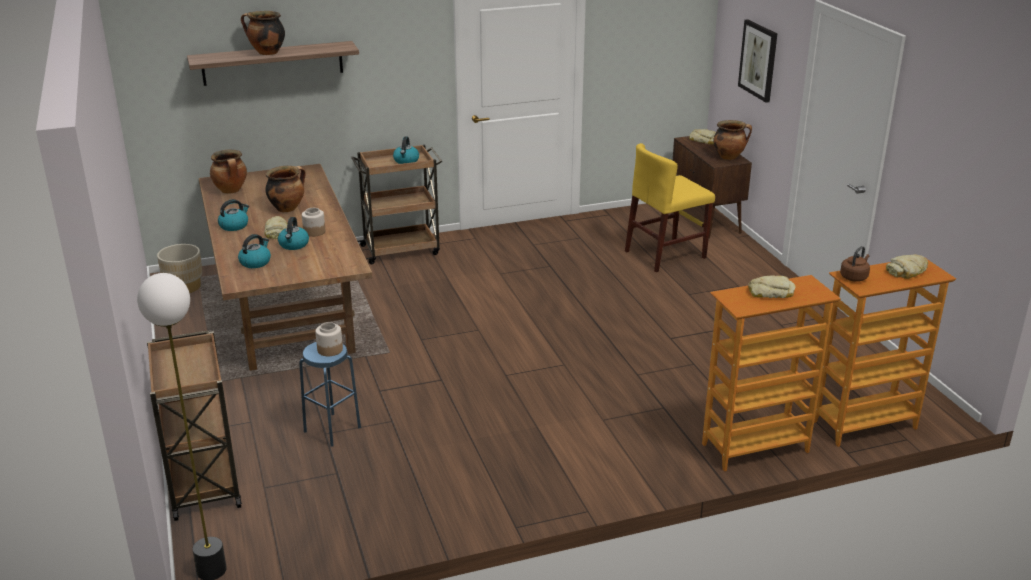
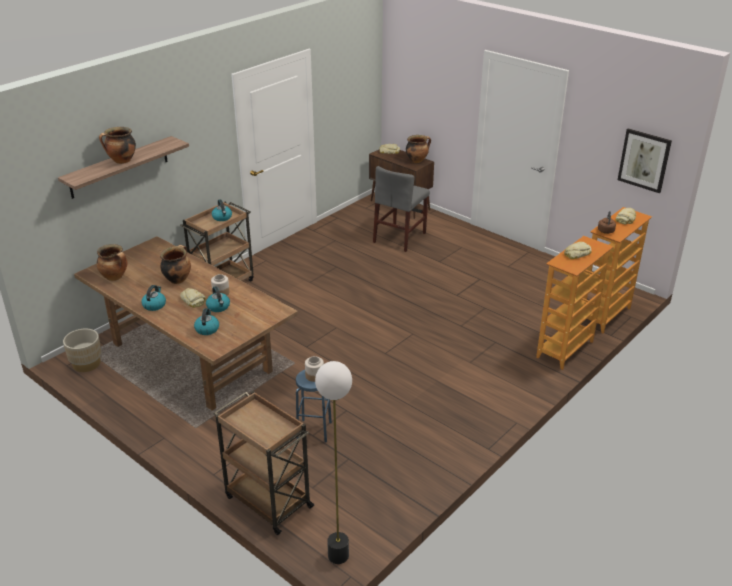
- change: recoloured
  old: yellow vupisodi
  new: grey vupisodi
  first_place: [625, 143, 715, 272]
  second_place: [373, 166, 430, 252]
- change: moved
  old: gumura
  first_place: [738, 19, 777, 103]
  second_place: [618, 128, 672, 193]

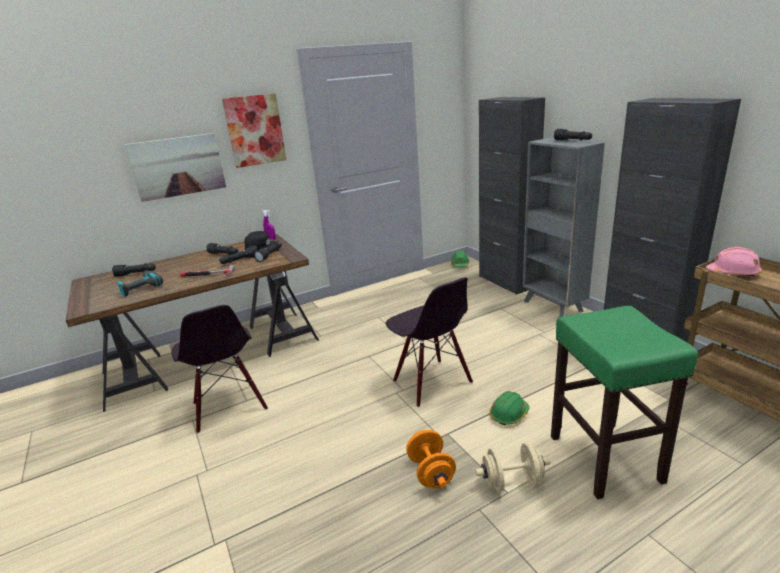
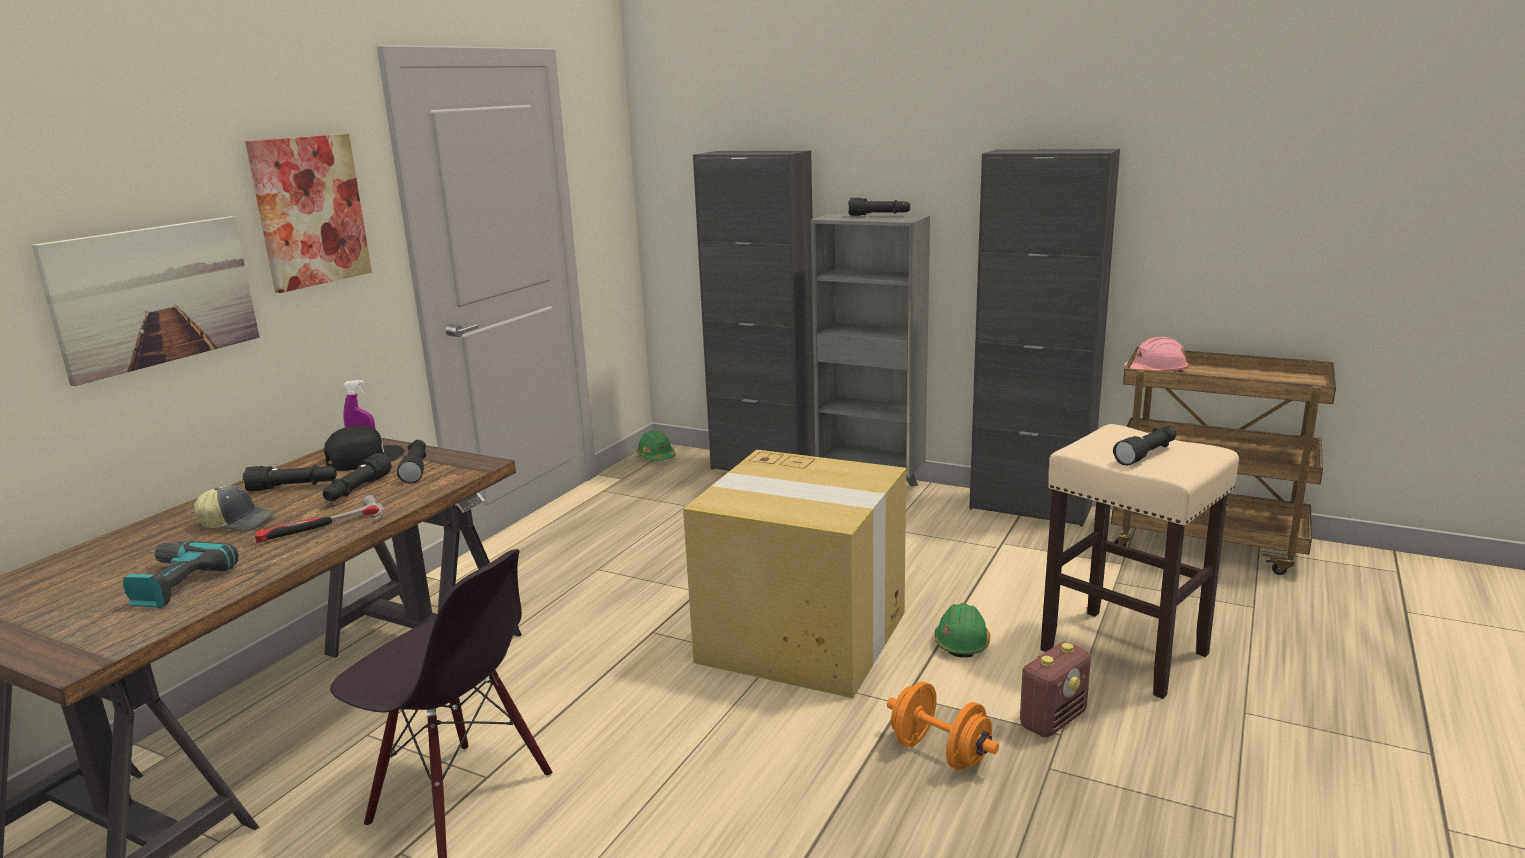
- change: moved
  old: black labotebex
  first_place: [112, 263, 156, 277]
  second_place: [1113, 426, 1177, 465]
- change: replaced
  old: black vupisodi
  new: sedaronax
  first_place: [386, 278, 473, 407]
  second_place: [683, 450, 906, 698]
- change: replaced
  old: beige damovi
  new: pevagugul
  first_place: [475, 443, 550, 492]
  second_place: [1020, 642, 1091, 738]
- change: recoloured
  old: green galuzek
  new: beige galuzek
  first_place: [551, 306, 698, 499]
  second_place: [1040, 424, 1239, 699]
- change: added
  new: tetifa
  second_place: [194, 486, 276, 532]

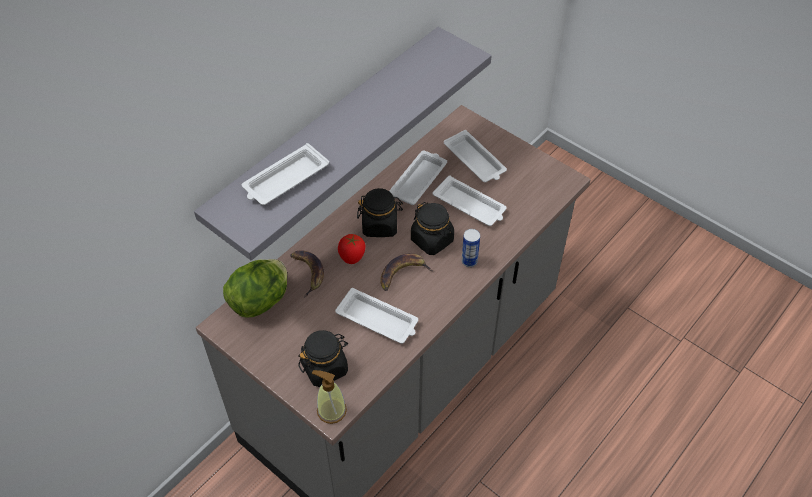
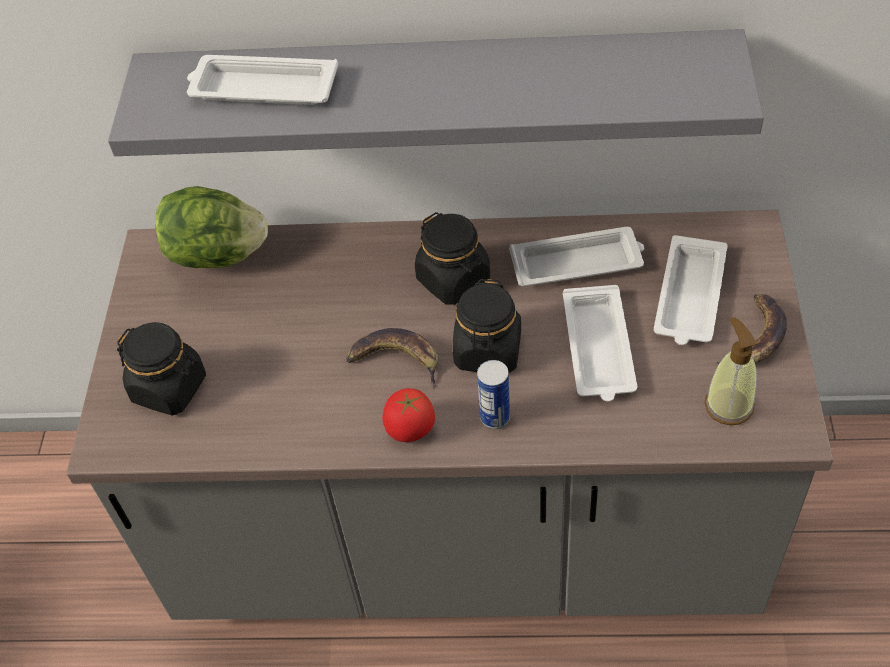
- change: moved
  old: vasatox
  first_place: [290, 250, 324, 298]
  second_place: [717, 294, 787, 364]
- change: moved
  old: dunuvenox
  first_place: [312, 370, 347, 424]
  second_place: [704, 317, 757, 425]
- change: removed
  old: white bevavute
  first_place: [335, 288, 418, 344]
- change: moved
  old: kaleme
  first_place: [338, 234, 365, 264]
  second_place: [382, 388, 435, 442]

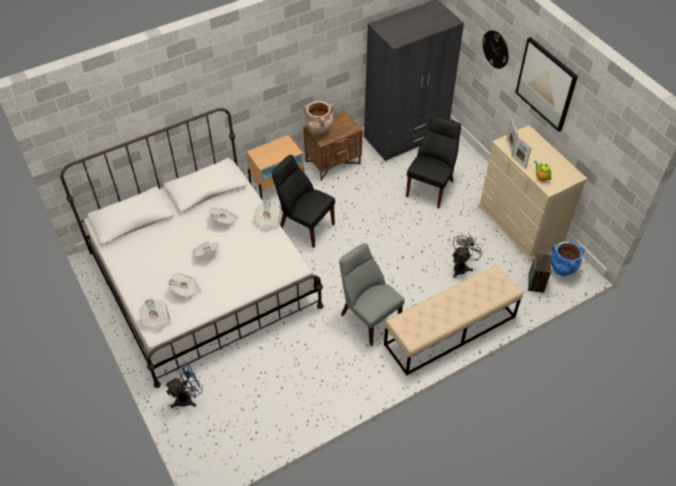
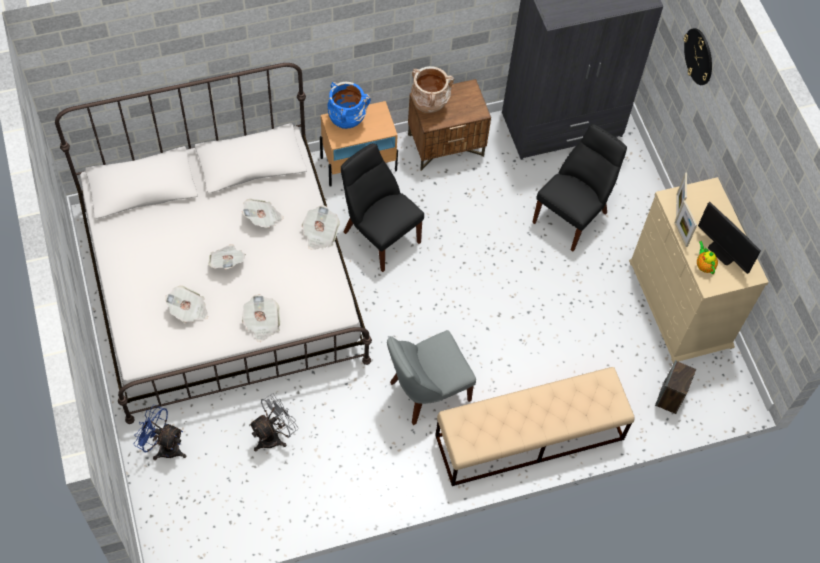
- change: moved
  old: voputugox
  first_place: [139, 298, 171, 334]
  second_place: [242, 294, 280, 342]
- change: turned
  old: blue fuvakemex
  first_place: [165, 362, 203, 408]
  second_place: [134, 405, 186, 460]
  degrees: -135
- change: turned
  old: grey vupisodi
  first_place: [339, 243, 404, 346]
  second_place: [387, 330, 476, 425]
  degrees: -90
- change: moved
  old: grey fuvakemex
  first_place: [452, 232, 484, 278]
  second_place: [249, 393, 298, 452]
- change: removed
  old: gumura
  first_place: [515, 37, 578, 132]
- change: moved
  old: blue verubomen
  first_place: [551, 241, 585, 276]
  second_place: [327, 82, 371, 129]
- change: added
  new: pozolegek
  second_place: [698, 202, 761, 274]

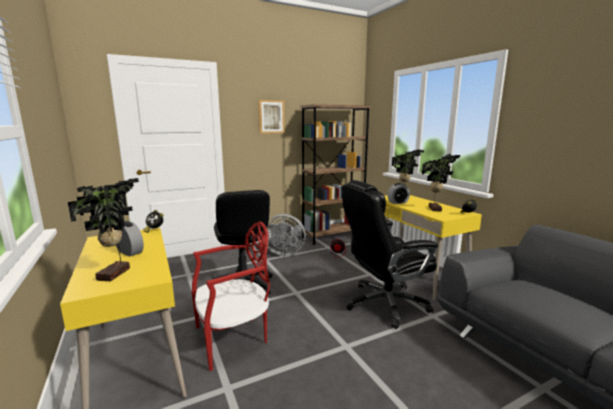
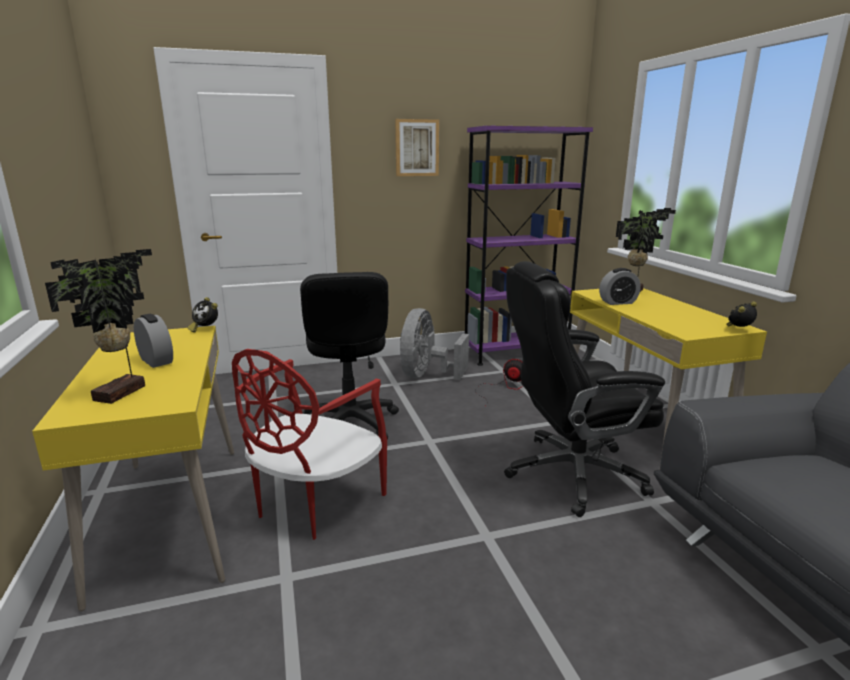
- change: turned
  old: red vupisodi
  first_place: [192, 221, 270, 371]
  second_place: [232, 349, 387, 540]
  degrees: 135
- change: turned
  old: grey fuvakemex
  first_place: [263, 214, 306, 256]
  second_place: [400, 308, 469, 380]
  degrees: 90
- change: recoloured
  old: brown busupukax
  new: purple busupukax
  first_place: [300, 104, 371, 245]
  second_place: [465, 126, 593, 366]
- change: removed
  old: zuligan
  first_place: [422, 154, 460, 211]

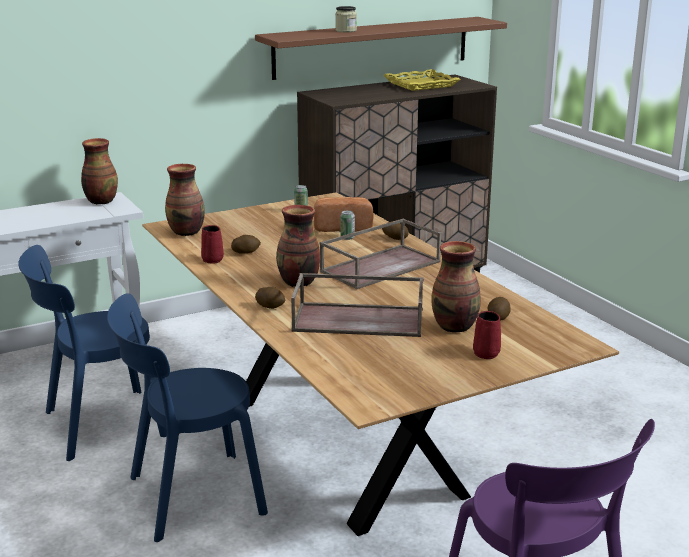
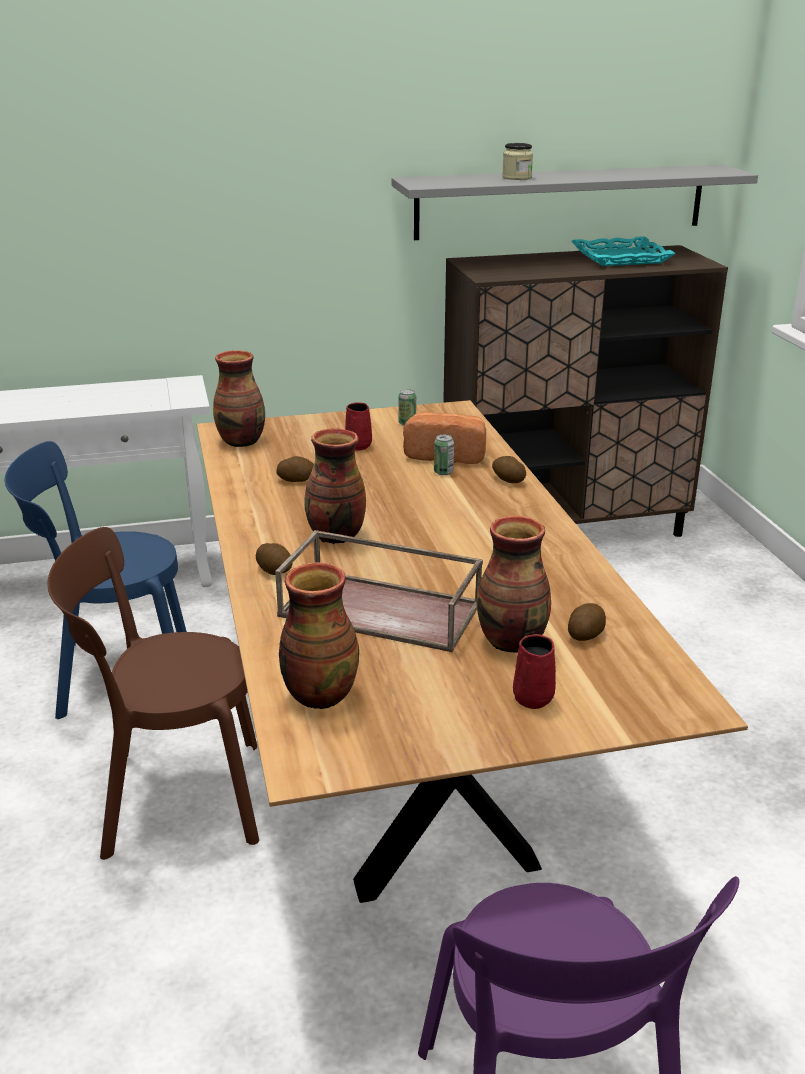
- change: moved
  old: verubomen
  first_place: [81, 138, 118, 205]
  second_place: [279, 562, 359, 709]
- change: recoloured
  old: blue vupisodi
  new: brown vupisodi
  first_place: [107, 293, 268, 542]
  second_place: [47, 527, 259, 860]
- change: moved
  old: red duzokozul
  first_place: [201, 225, 224, 264]
  second_place: [345, 402, 372, 450]
- change: recoloured
  old: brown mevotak
  new: grey mevotak
  first_place: [255, 17, 507, 80]
  second_place: [391, 165, 758, 240]
- change: removed
  old: brown bevavute
  first_place: [320, 219, 441, 289]
- change: recoloured
  old: yellow bevavute
  new: turquoise bevavute
  first_place: [383, 69, 461, 91]
  second_place: [571, 236, 676, 266]

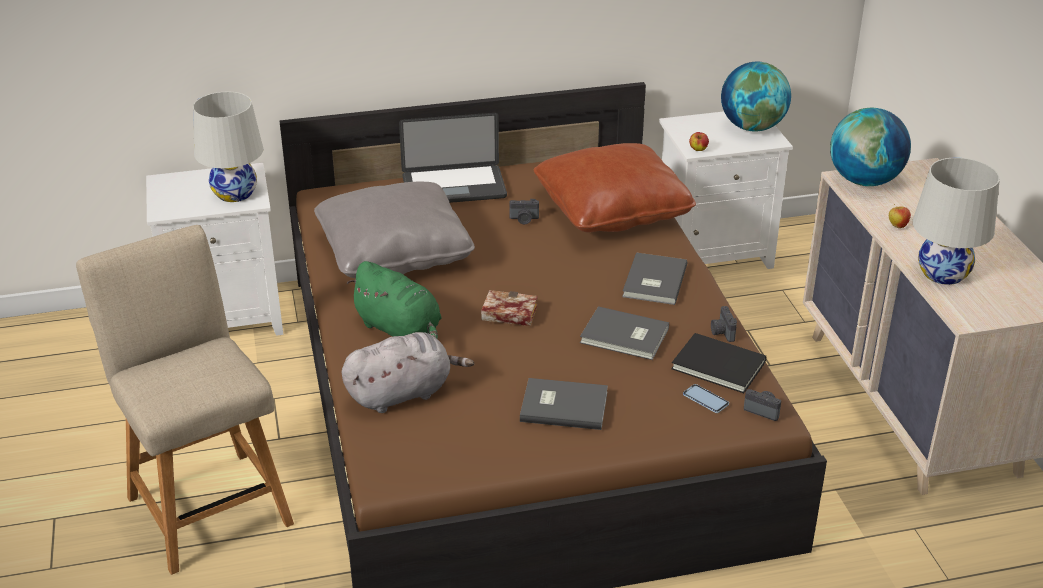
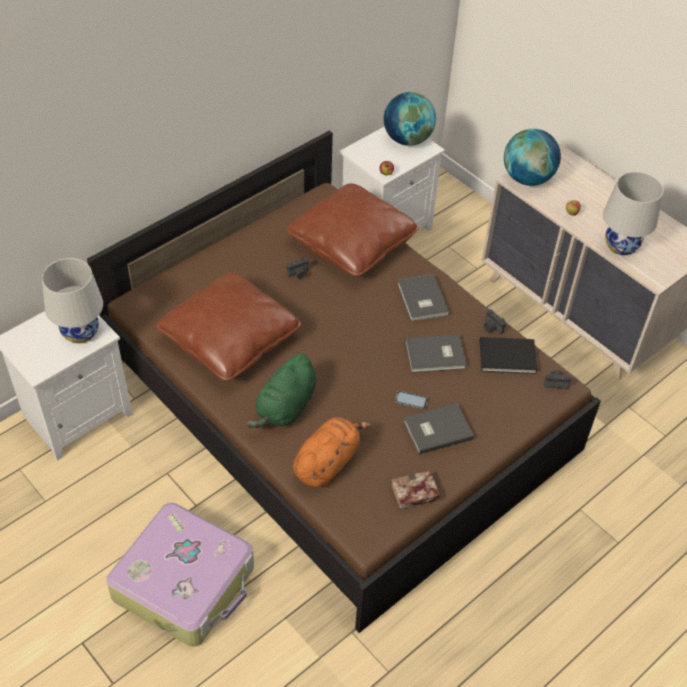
- change: replaced
  old: beige vupisodi
  new: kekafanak
  first_place: [76, 225, 294, 575]
  second_place: [106, 503, 254, 647]
- change: recoloured
  old: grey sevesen
  new: brown sevesen
  first_place: [314, 182, 475, 278]
  second_place: [156, 272, 301, 381]
- change: recoloured
  old: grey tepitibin
  new: orange tepitibin
  first_place: [341, 332, 474, 413]
  second_place: [293, 417, 371, 487]
- change: turned
  old: green tepitibin
  first_place: [347, 261, 442, 339]
  second_place: [246, 353, 316, 428]
  degrees: 105
- change: removed
  old: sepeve
  first_place: [399, 113, 507, 203]
- change: moved
  old: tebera
  first_place: [481, 290, 538, 326]
  second_place: [391, 471, 440, 509]
- change: moved
  old: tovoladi
  first_place: [683, 384, 729, 413]
  second_place: [395, 391, 428, 409]

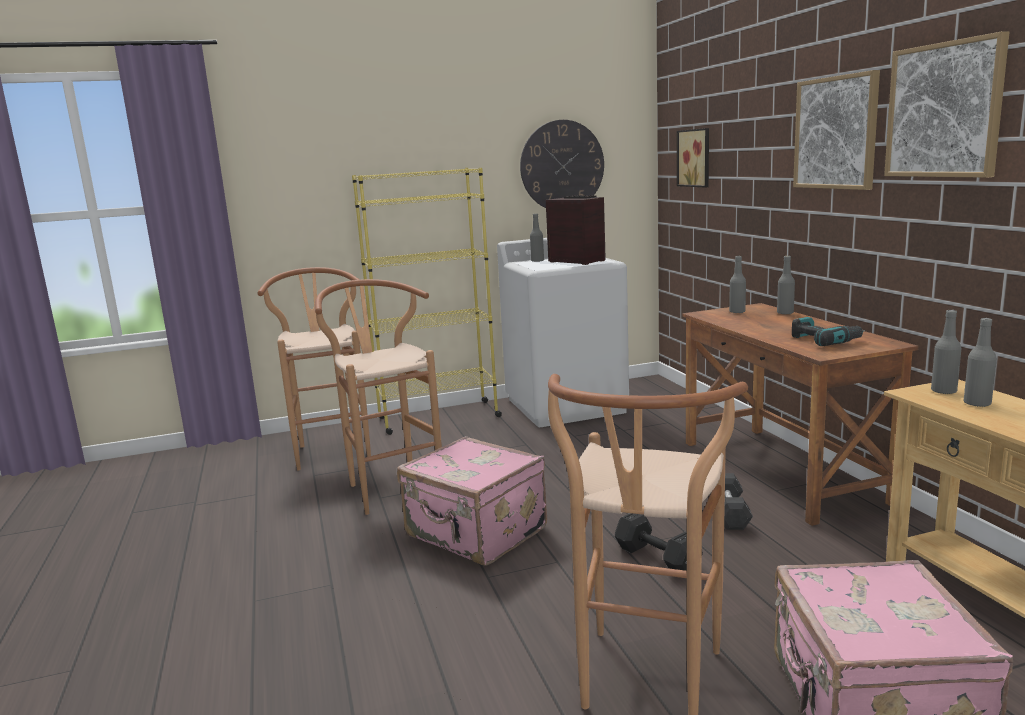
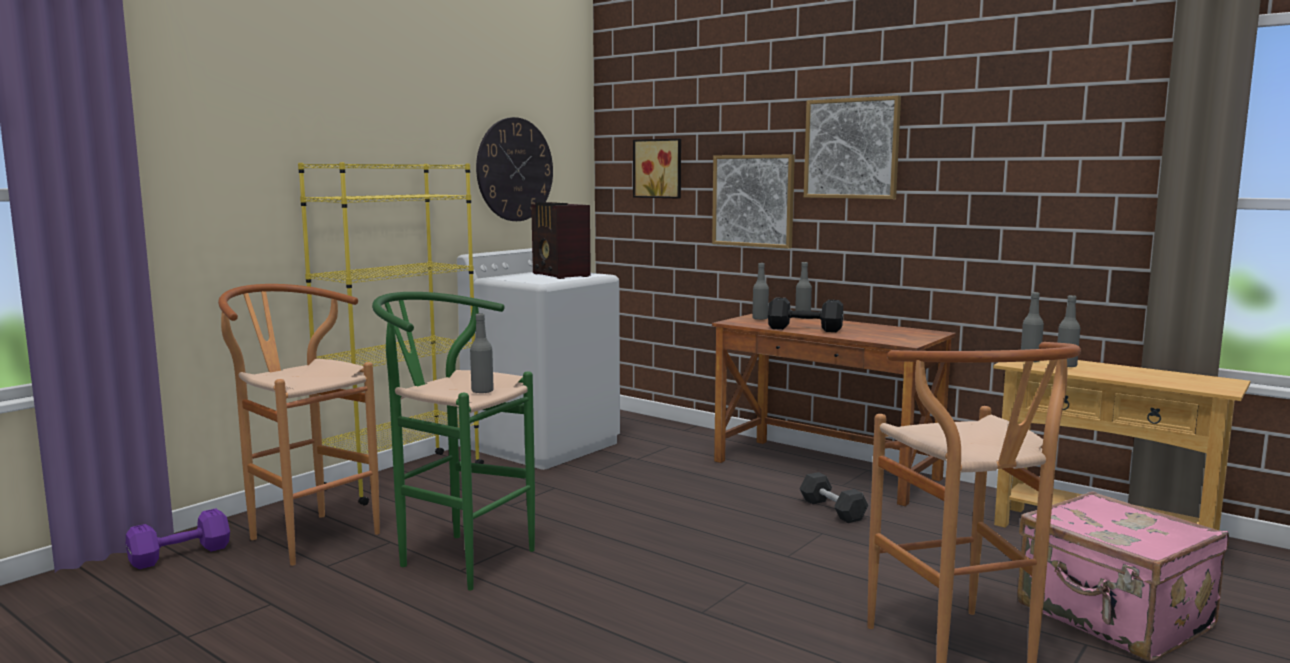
- change: recoloured
  old: brown galuzek
  new: green galuzek
  first_place: [315, 279, 442, 515]
  second_place: [372, 292, 535, 590]
- change: removed
  old: pink kekafanak
  first_place: [397, 436, 547, 566]
- change: moved
  old: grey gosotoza
  first_place: [530, 213, 544, 262]
  second_place: [470, 313, 494, 393]
- change: turned
  old: pevagugul
  first_place: [546, 195, 606, 265]
  second_place: [531, 202, 591, 279]
  degrees: -135
- change: moved
  old: black damovi
  first_place: [615, 513, 703, 571]
  second_place: [768, 297, 843, 332]
- change: removed
  old: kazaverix
  first_place: [792, 317, 865, 346]
- change: moved
  old: gumura
  first_place: [884, 31, 1010, 178]
  second_place: [712, 154, 795, 249]
- change: added
  new: purple damovi
  second_place: [126, 508, 230, 569]

